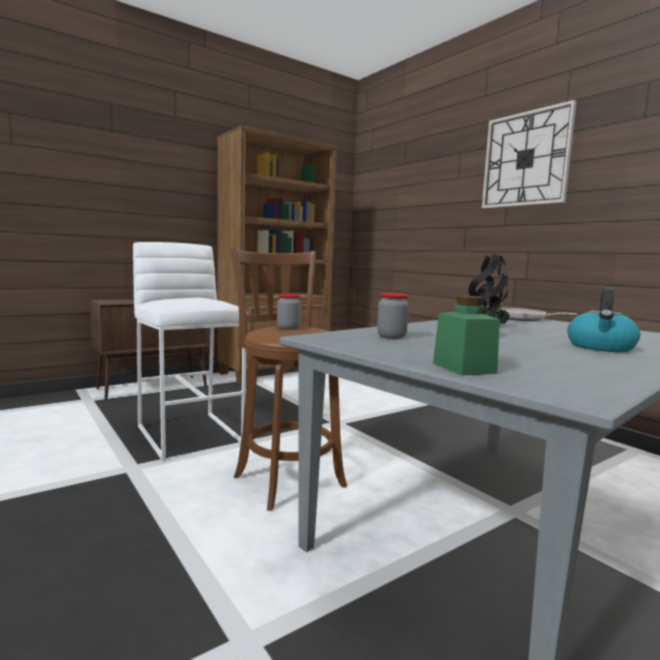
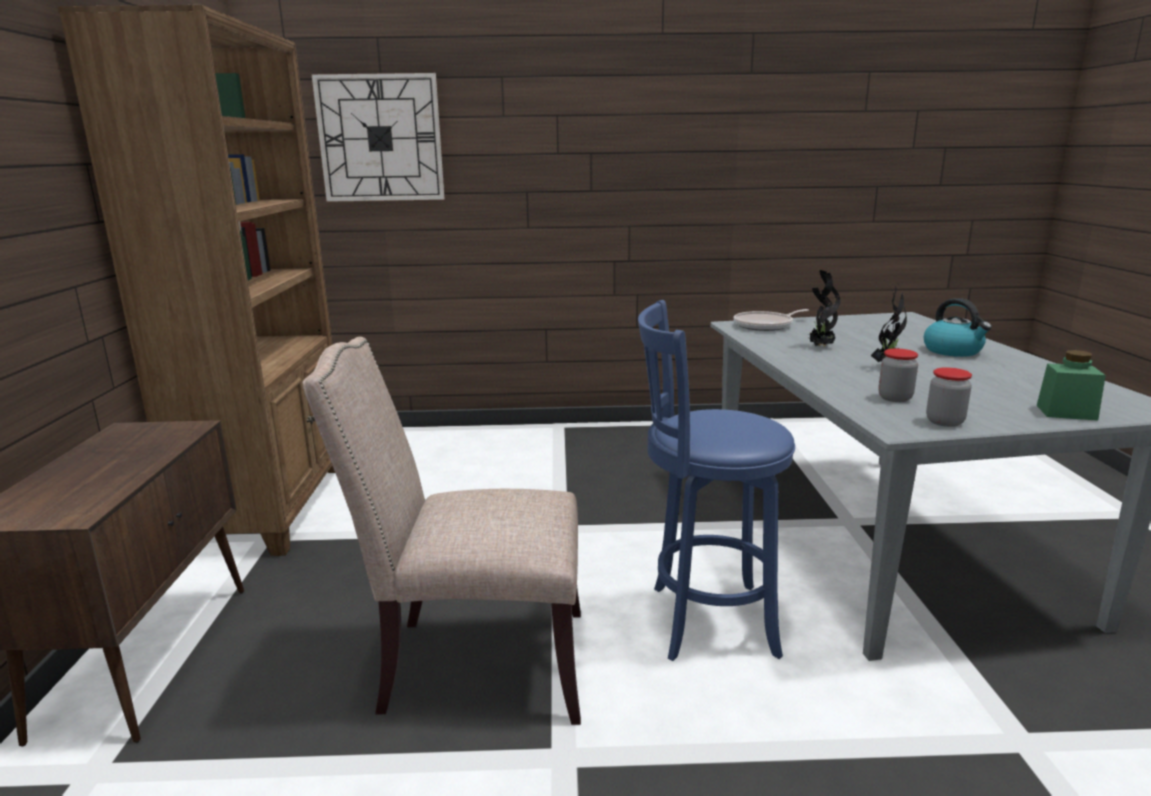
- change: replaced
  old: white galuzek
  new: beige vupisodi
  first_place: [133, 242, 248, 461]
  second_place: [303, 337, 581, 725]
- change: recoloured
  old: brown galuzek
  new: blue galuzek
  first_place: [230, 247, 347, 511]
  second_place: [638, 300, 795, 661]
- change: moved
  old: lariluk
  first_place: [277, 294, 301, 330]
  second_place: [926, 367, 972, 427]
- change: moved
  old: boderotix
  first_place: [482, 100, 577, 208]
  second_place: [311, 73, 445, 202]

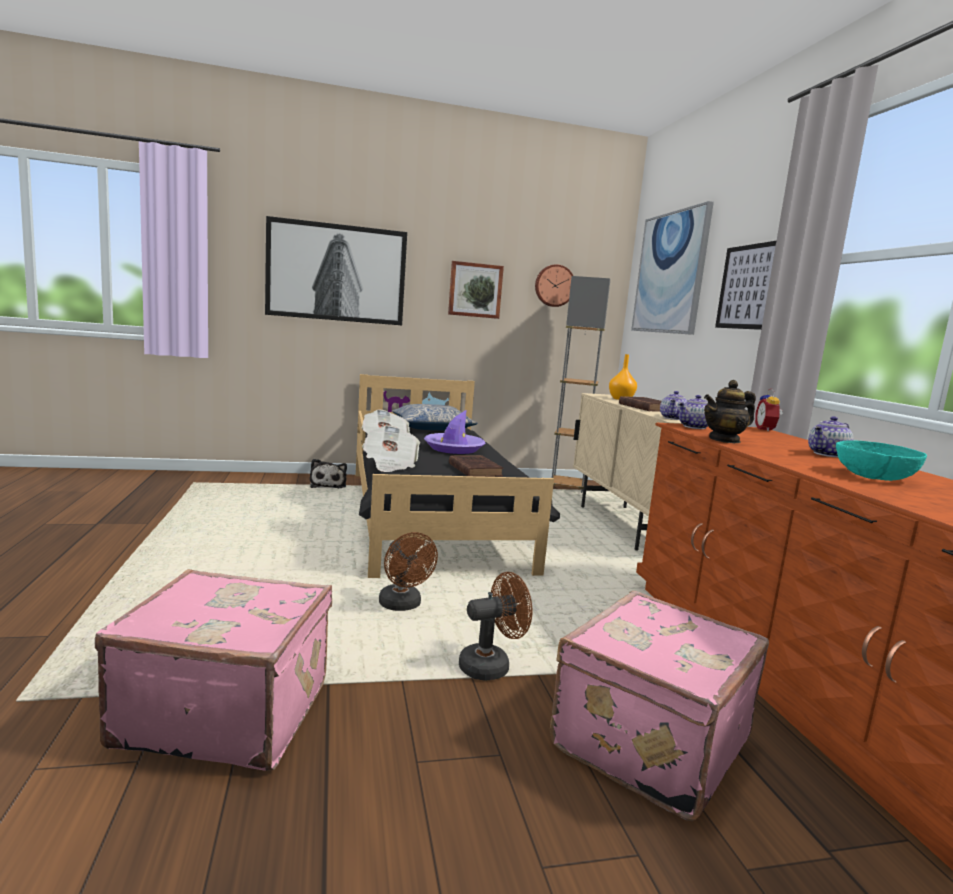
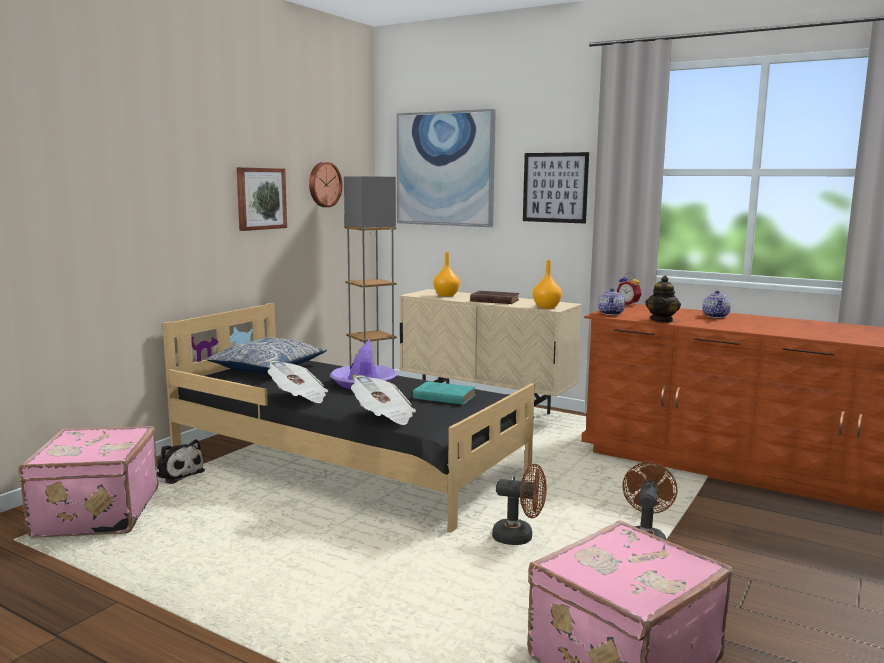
- change: removed
  old: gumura
  first_place: [265, 216, 407, 325]
- change: recoloured
  old: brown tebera
  new: turquoise tebera
  first_place: [449, 455, 503, 477]
  second_place: [413, 381, 476, 405]
- change: moved
  old: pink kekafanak
  first_place: [550, 591, 769, 821]
  second_place: [18, 426, 158, 538]
- change: replaced
  old: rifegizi
  new: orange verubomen
  first_place: [660, 391, 687, 420]
  second_place: [533, 260, 562, 309]
- change: removed
  old: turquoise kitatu
  first_place: [836, 440, 927, 481]

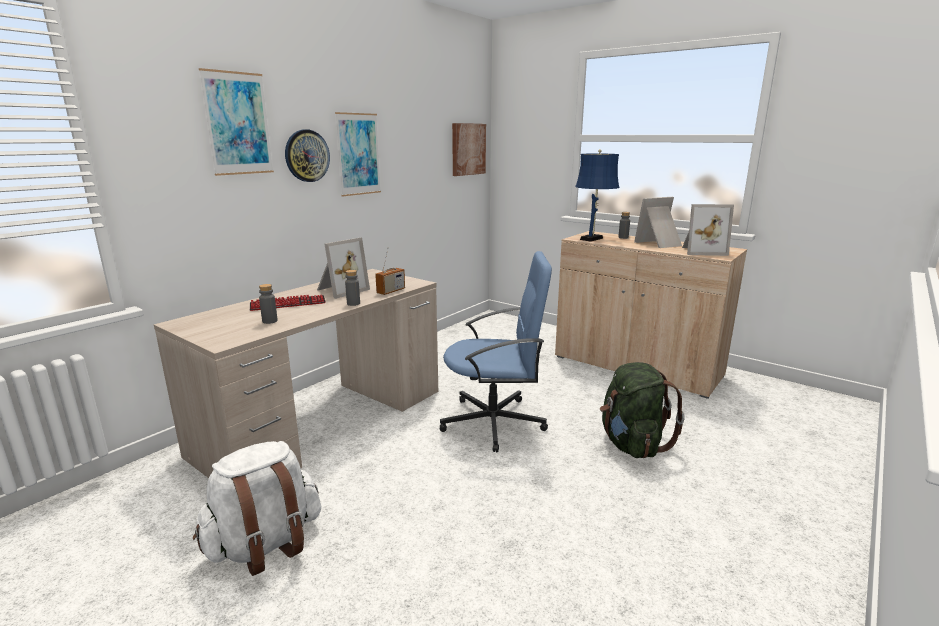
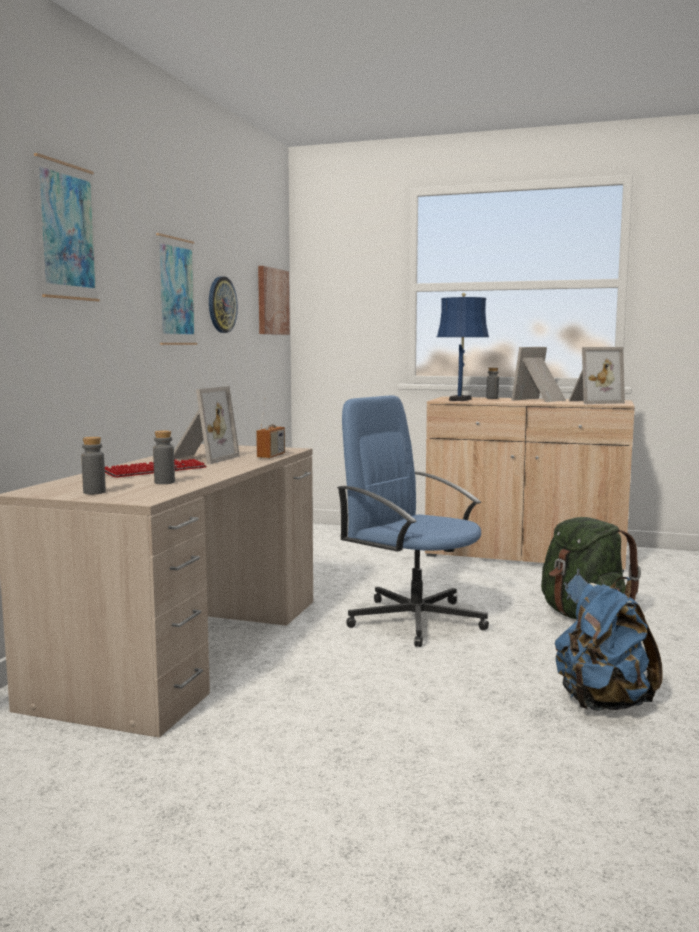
- change: removed
  old: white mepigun
  first_place: [193, 441, 321, 576]
- change: moved
  old: boderotix
  first_place: [285, 130, 330, 182]
  second_place: [209, 276, 238, 333]
- change: moved
  old: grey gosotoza
  first_place: [345, 270, 360, 306]
  second_place: [81, 437, 106, 494]
- change: turned
  old: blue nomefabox
  first_place: [440, 251, 552, 452]
  second_place: [337, 395, 489, 647]
  degrees: -120
- change: added
  new: blue mepigun
  second_place: [555, 577, 663, 711]

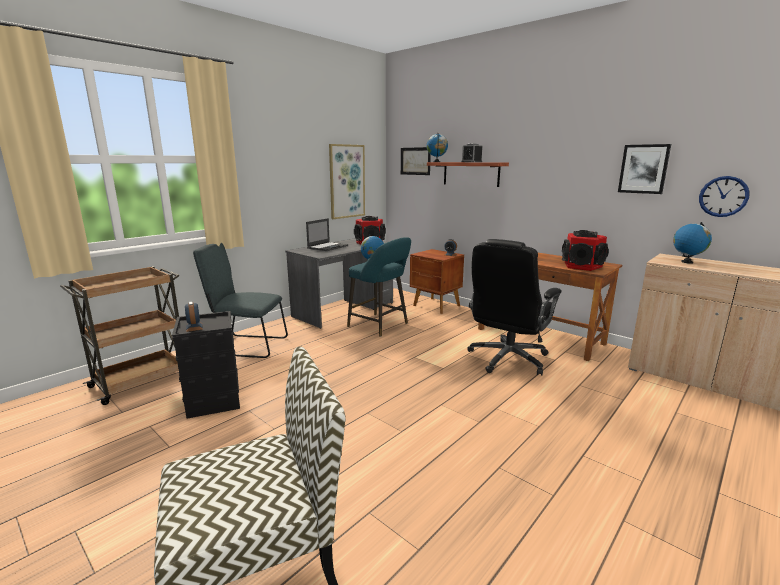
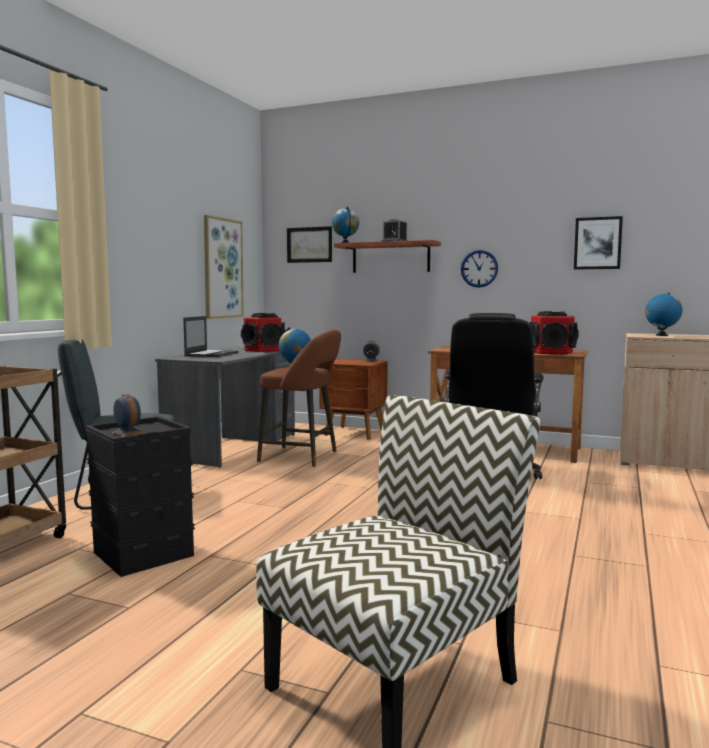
- change: recoloured
  old: turquoise galuzek
  new: brown galuzek
  first_place: [347, 237, 411, 337]
  second_place: [257, 330, 341, 467]
- change: moved
  old: boderotix
  first_place: [699, 176, 750, 217]
  second_place: [461, 250, 498, 288]

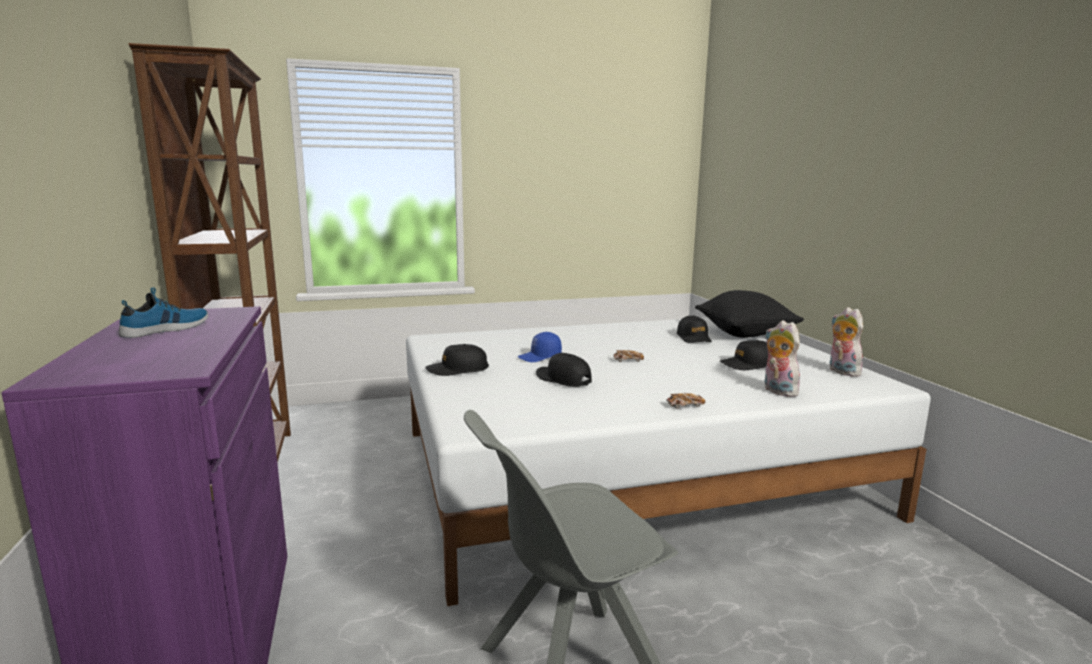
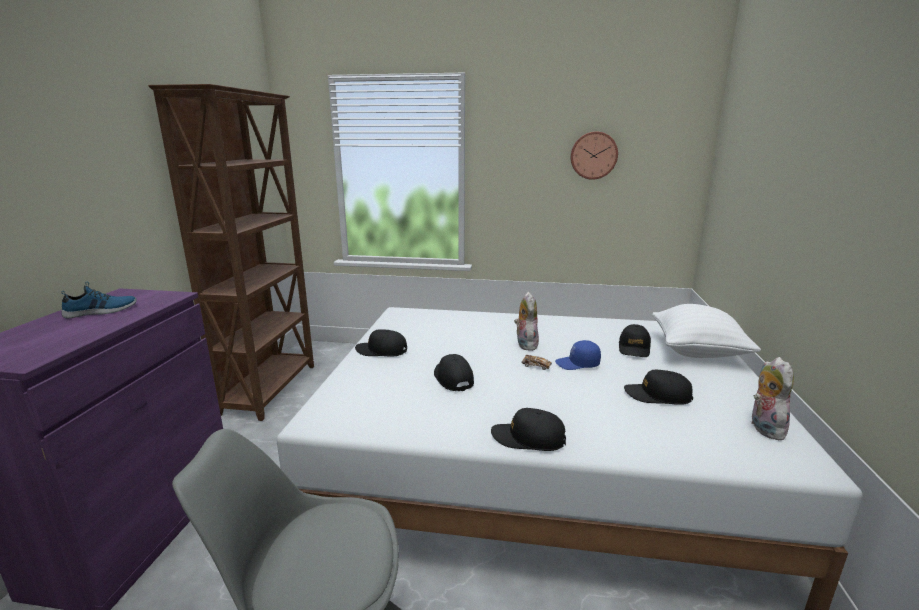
- change: moved
  old: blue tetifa
  first_place: [518, 332, 562, 362]
  second_place: [555, 340, 601, 370]
- change: replaced
  old: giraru
  new: black tetifa
  first_place: [666, 392, 705, 409]
  second_place: [491, 408, 566, 451]
- change: recoloured
  old: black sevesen
  new: white sevesen
  first_place: [695, 290, 804, 338]
  second_place: [652, 304, 761, 358]
- change: moved
  old: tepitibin
  first_place: [765, 320, 800, 397]
  second_place: [514, 292, 539, 351]
- change: added
  new: boderotix
  second_place: [570, 132, 618, 180]

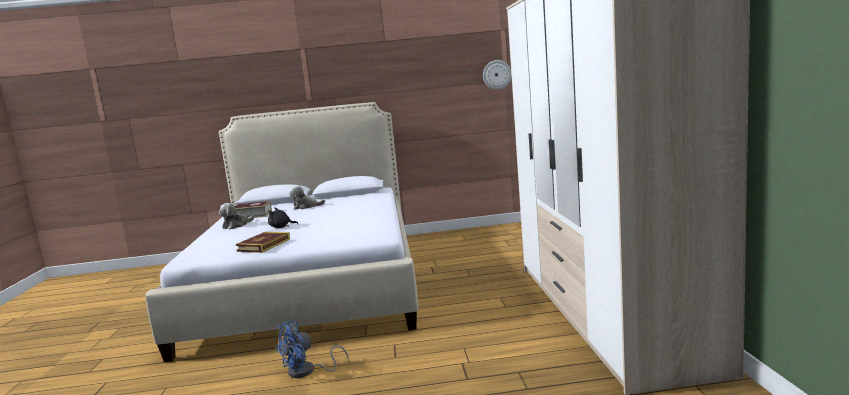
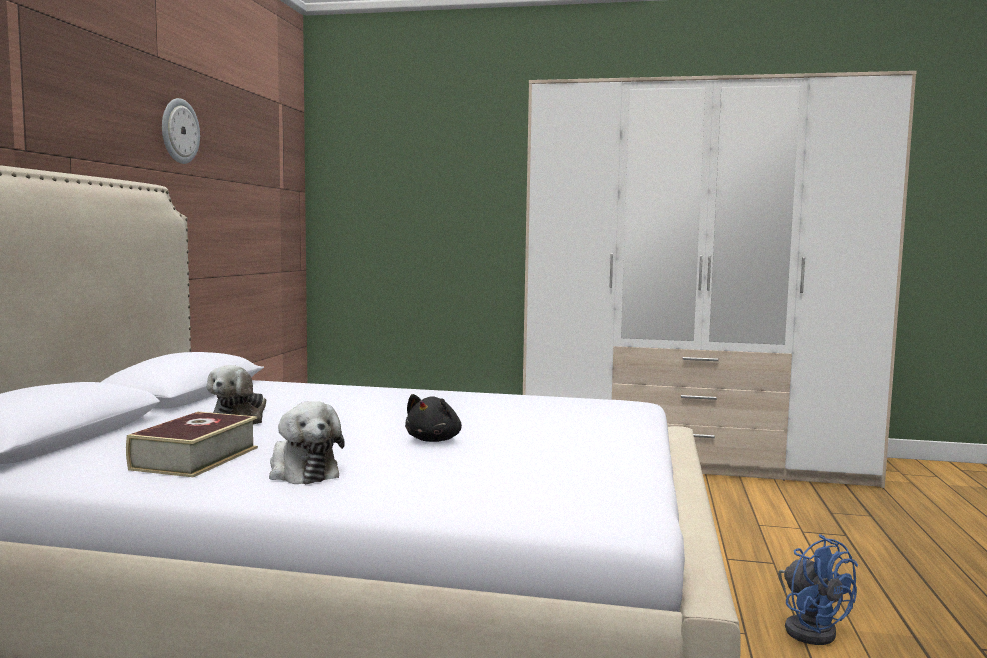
- change: removed
  old: tebera
  first_place: [236, 232, 290, 253]
- change: moved
  old: boderotix
  first_place: [483, 60, 512, 90]
  second_place: [162, 98, 200, 164]

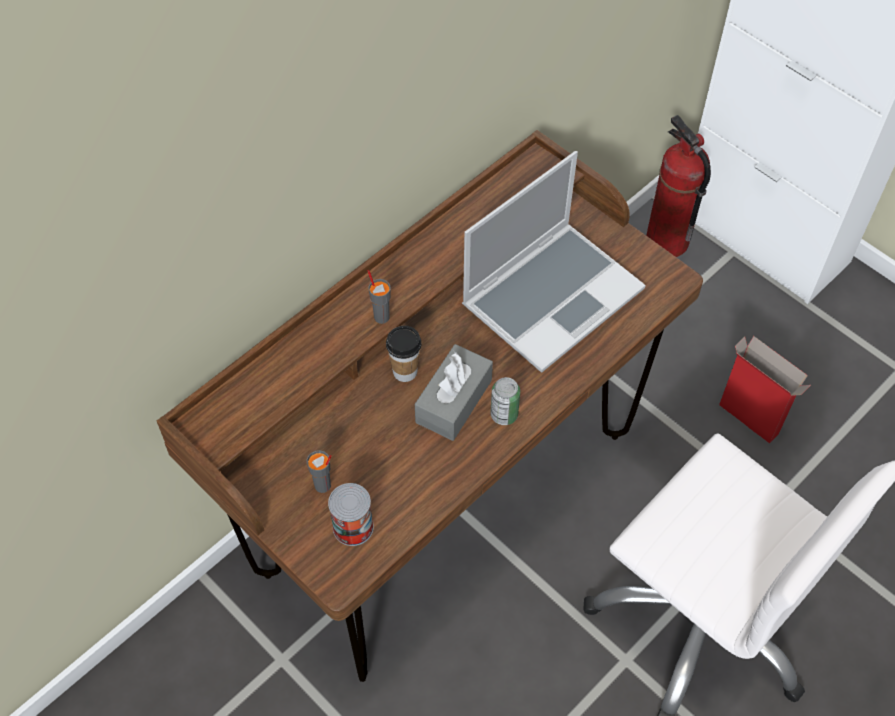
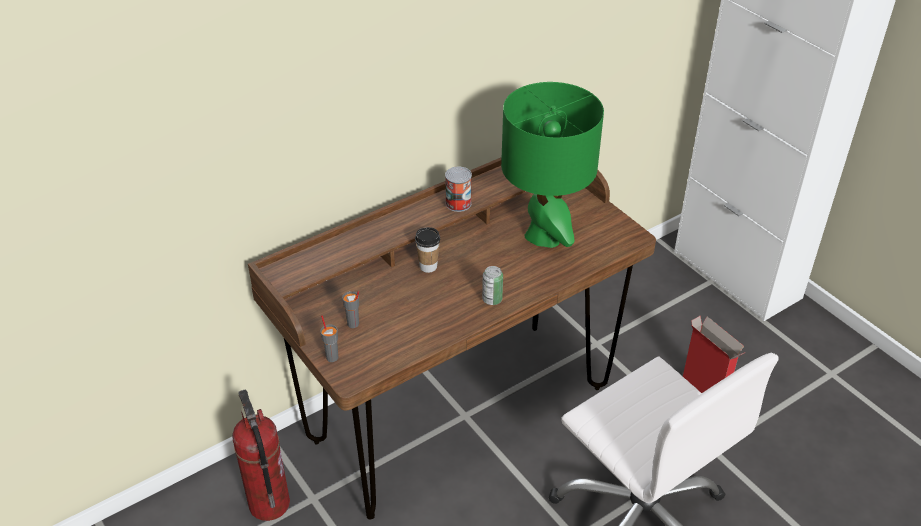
- change: moved
  old: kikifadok
  first_place: [328, 483, 374, 546]
  second_place: [445, 166, 472, 212]
- change: moved
  old: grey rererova
  first_place: [368, 270, 391, 324]
  second_place: [320, 315, 338, 362]
- change: removed
  old: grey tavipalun
  first_place: [415, 344, 493, 441]
- change: replaced
  old: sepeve
  new: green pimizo
  first_place: [462, 151, 646, 373]
  second_place: [501, 82, 604, 248]
- change: moved
  old: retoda
  first_place: [646, 115, 711, 257]
  second_place: [232, 389, 290, 521]

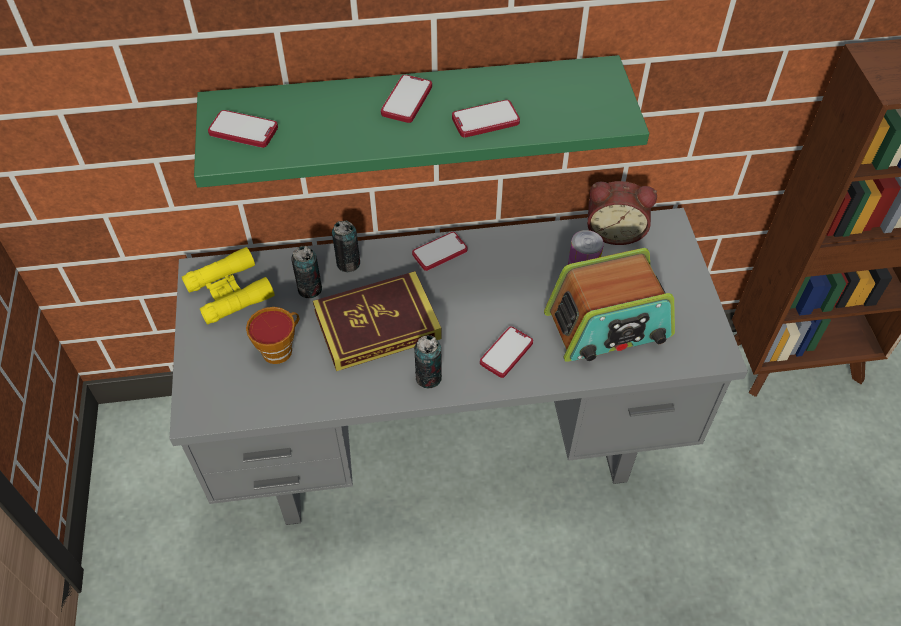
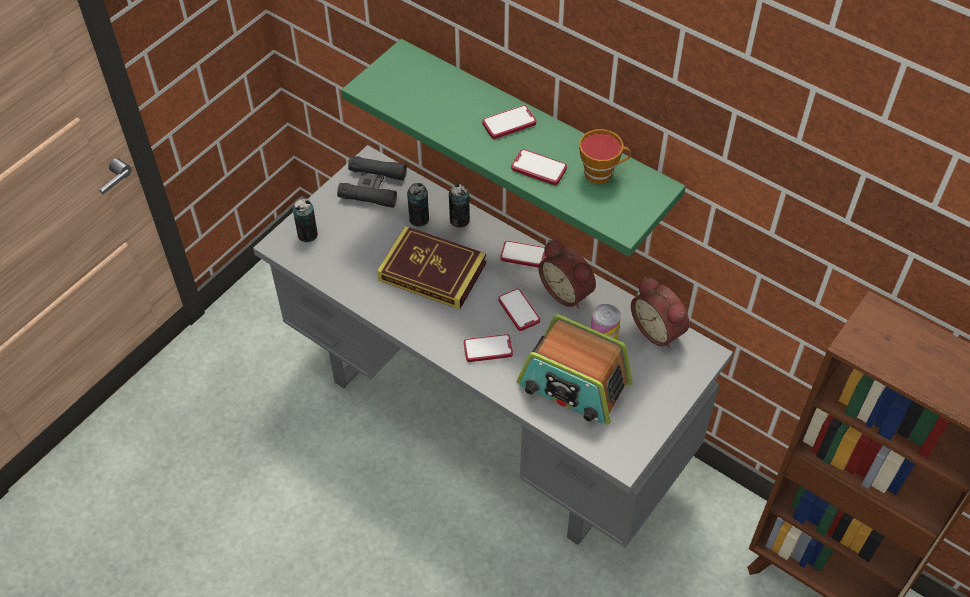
- change: recoloured
  old: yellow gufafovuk
  new: black gufafovuk
  first_place: [182, 247, 275, 325]
  second_place: [337, 156, 407, 208]
- change: moved
  old: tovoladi
  first_place: [208, 110, 278, 148]
  second_place: [498, 289, 540, 331]
- change: moved
  old: rererova
  first_place: [246, 307, 300, 364]
  second_place: [579, 129, 631, 184]
- change: moved
  old: kikifadok
  first_place: [414, 335, 442, 388]
  second_place: [293, 199, 318, 243]
- change: added
  new: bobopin
  second_place: [538, 240, 596, 309]

